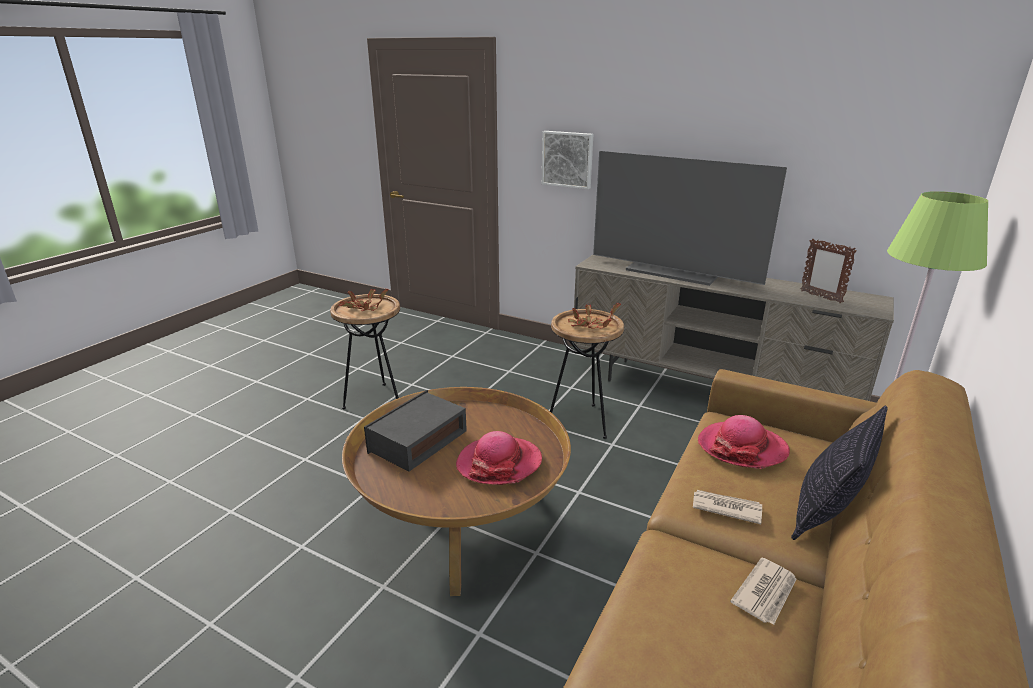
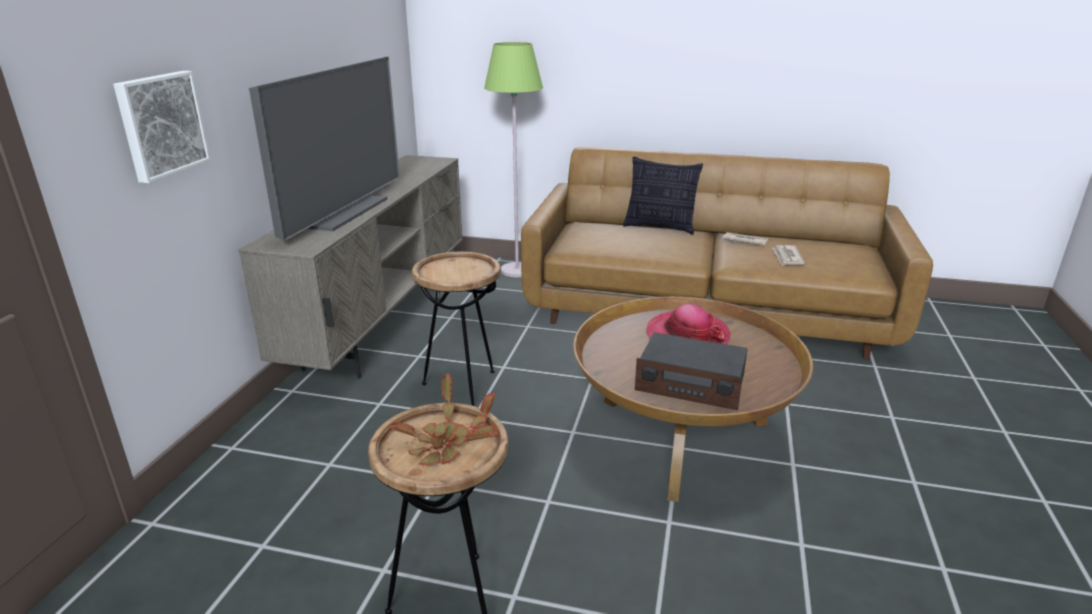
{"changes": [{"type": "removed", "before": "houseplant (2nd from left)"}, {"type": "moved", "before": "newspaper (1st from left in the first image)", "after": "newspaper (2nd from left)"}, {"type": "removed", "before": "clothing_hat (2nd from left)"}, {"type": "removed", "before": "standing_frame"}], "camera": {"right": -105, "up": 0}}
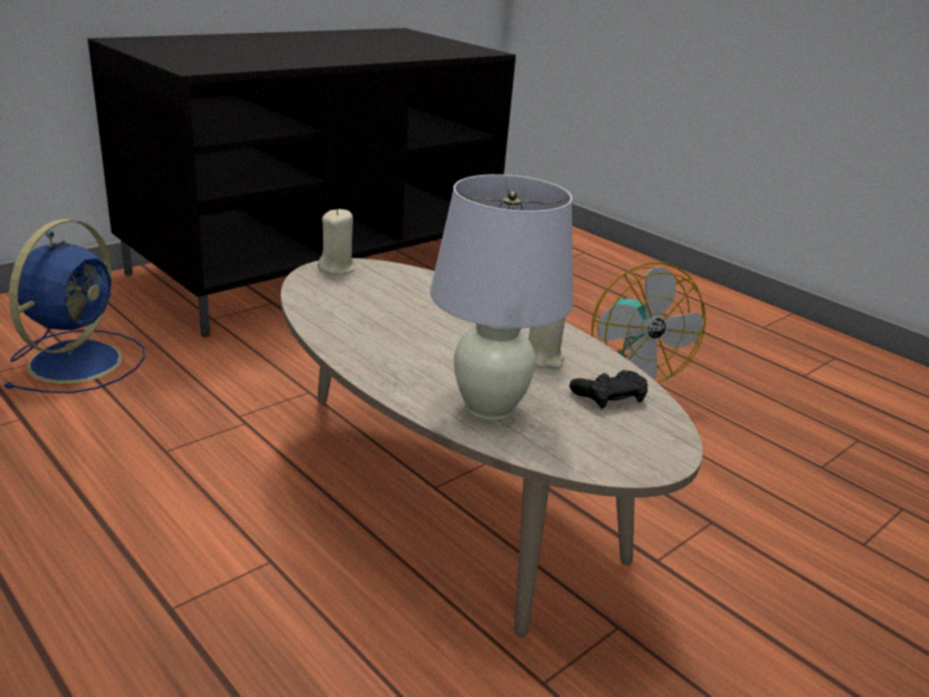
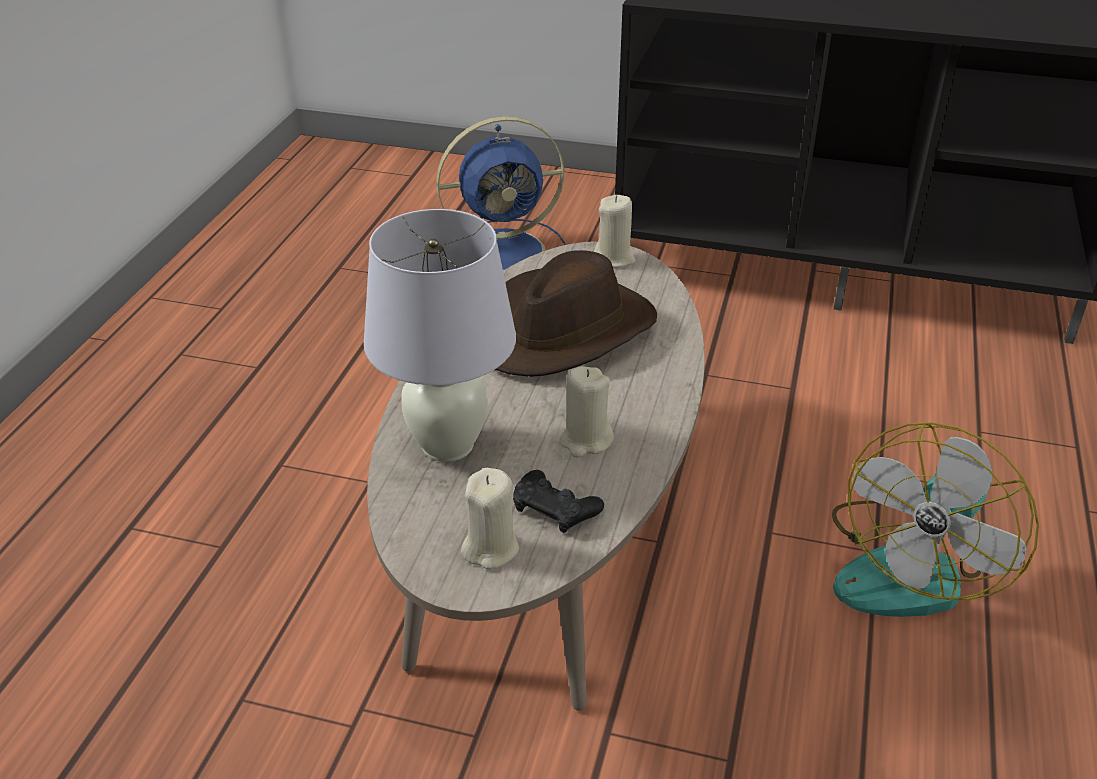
{"changes": [{"type": "added", "after": "sand-coloured_candle (1st from left)"}, {"type": "added", "after": "brown_clothing_hat"}], "camera": {"right": 60, "up": 10}}
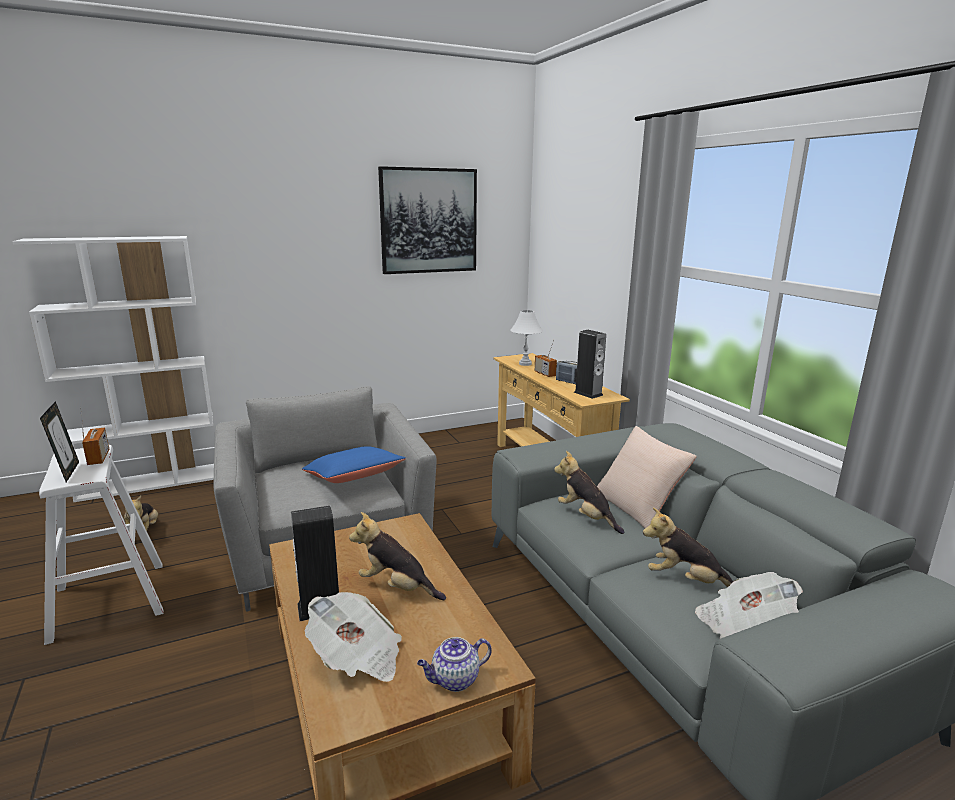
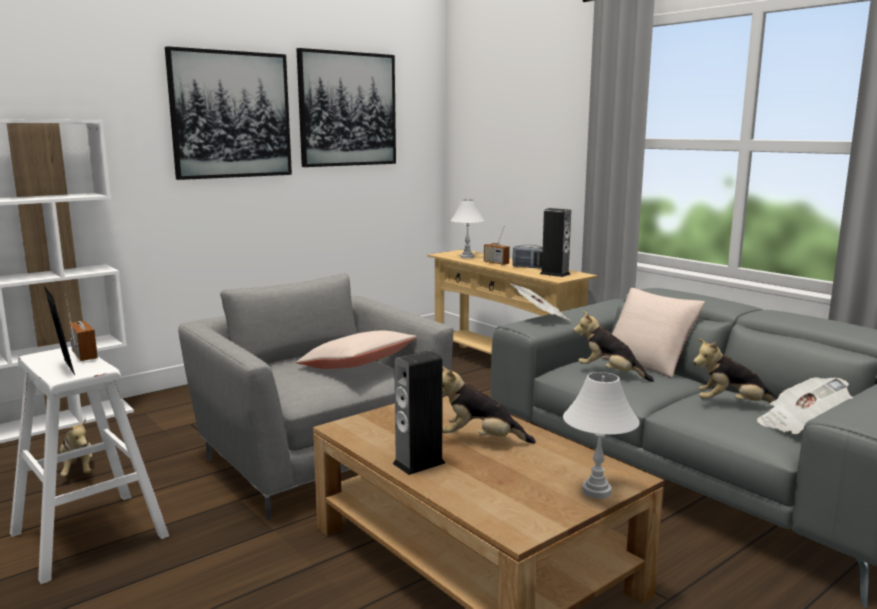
{"changes": [{"type": "recoloured", "before": "blue_pillow", "after": "sand-coloured_pillow (1st from left)"}, {"type": "moved", "before": "newspaper (1st from left)"}, {"type": "replaced", "before": "tea_pot", "after": "white_tabletop_lamp (2nd from left)"}, {"type": "added", "after": "wall_picture (1st from left)"}], "camera": {"right": -15, "up": -5}}
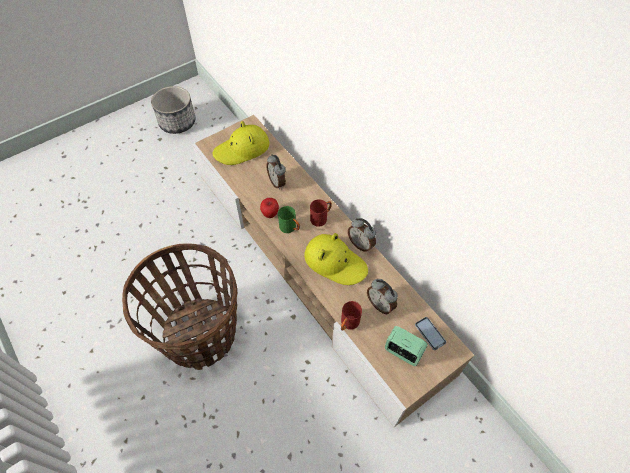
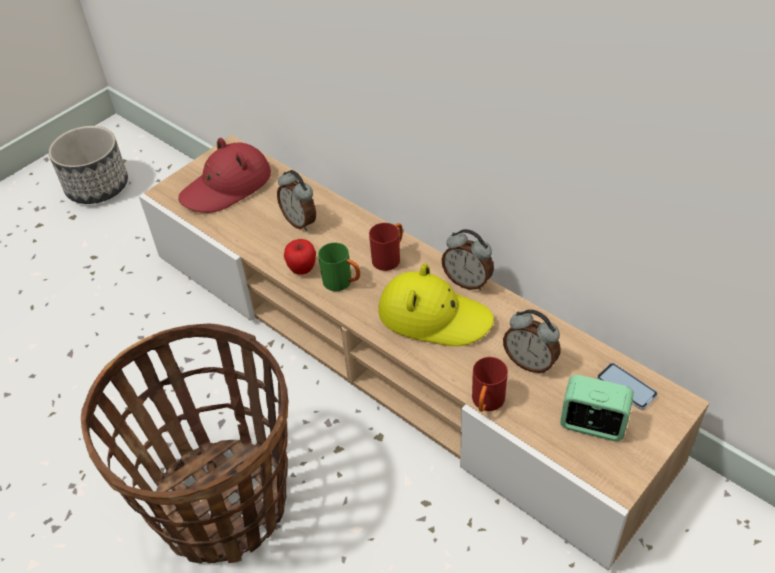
{"changes": [{"type": "recoloured", "before": "yellow_clothing_hat (1st from left)", "after": "red-coloured_clothing_hat"}], "camera": {"right": -10, "up": -10}}
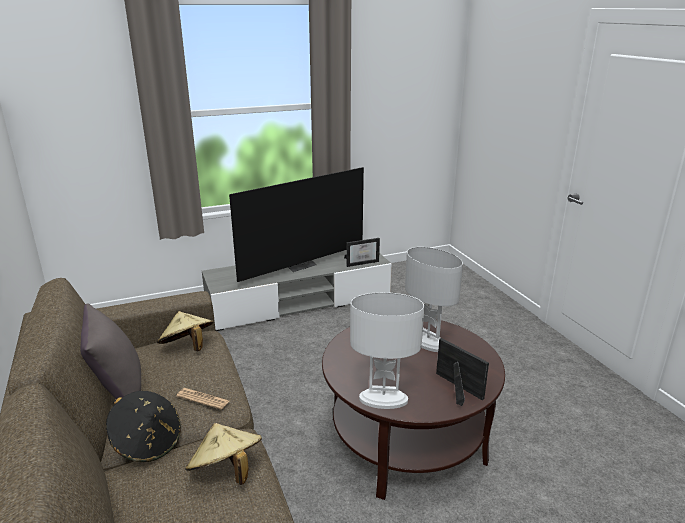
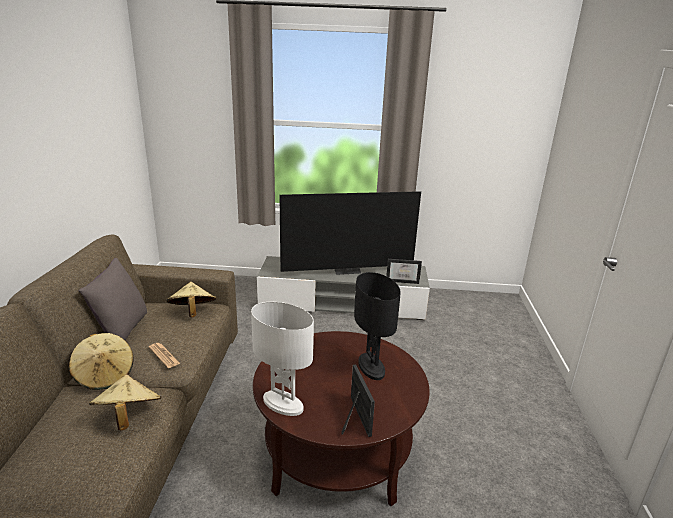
{"changes": [{"type": "recoloured", "before": "blackish_clothing_hat", "after": "sand-coloured_clothing_hat (1st from left)"}, {"type": "recoloured", "before": "white_tabletop_lamp (2nd from left)", "after": "blackish_tabletop_lamp"}], "camera": {"right": 25, "up": 0}}
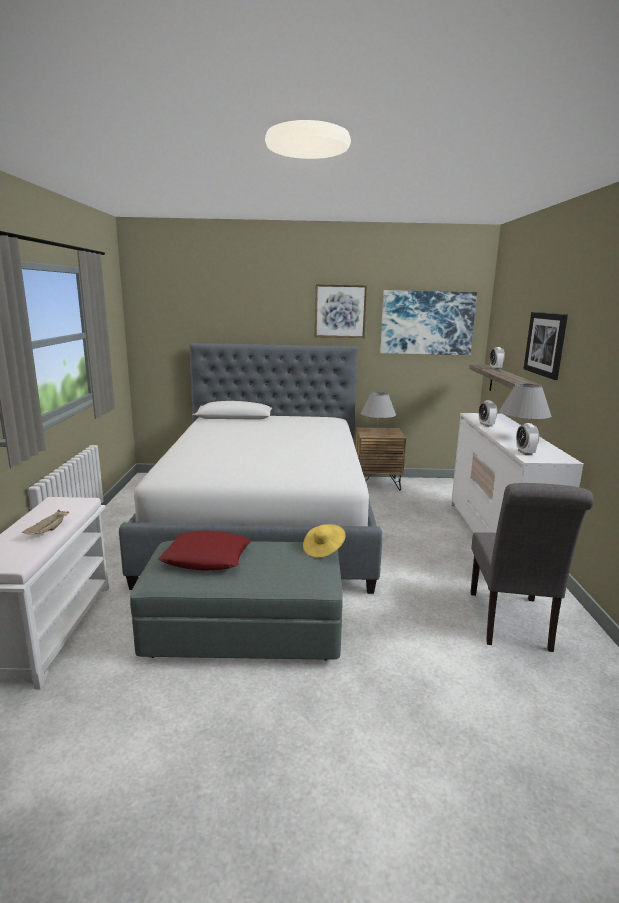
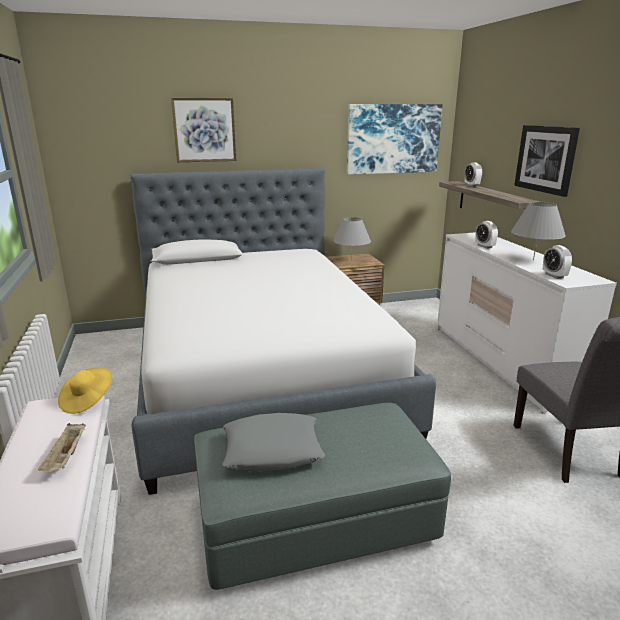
{"changes": [{"type": "recoloured", "before": "red-coloured_pillow", "after": "greyish_pillow"}, {"type": "moved", "before": "yellow_clothing_hat"}, {"type": "moved", "before": "wall_picture (1st from left)"}], "camera": {"right": -15, "up": 5}}
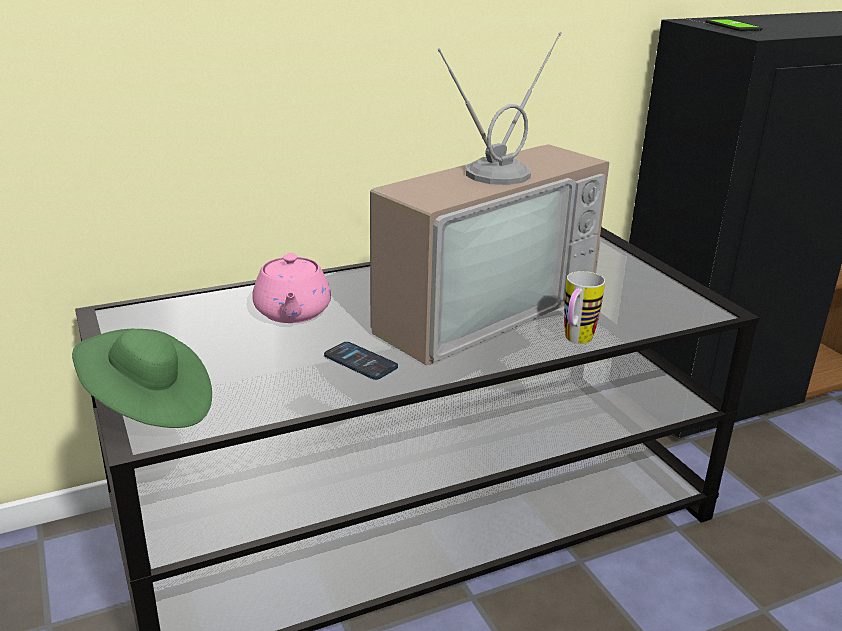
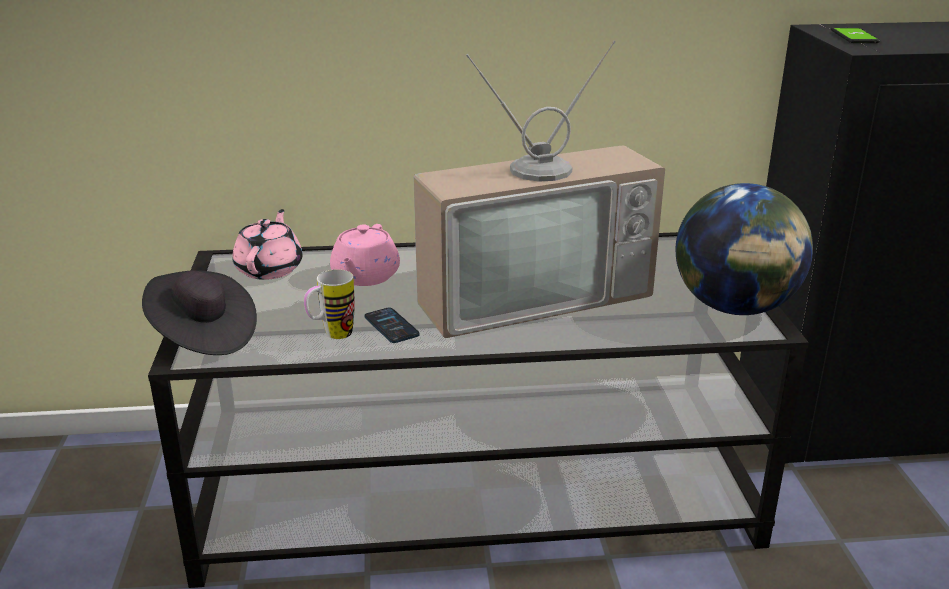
{"changes": [{"type": "recoloured", "before": "green_clothing_hat", "after": "blackish_clothing_hat"}, {"type": "moved", "before": "coffee_mug"}, {"type": "added", "after": "pink_tea_pot (1st from left)"}, {"type": "added", "after": "globe"}], "camera": {"right": 20, "up": 0}}
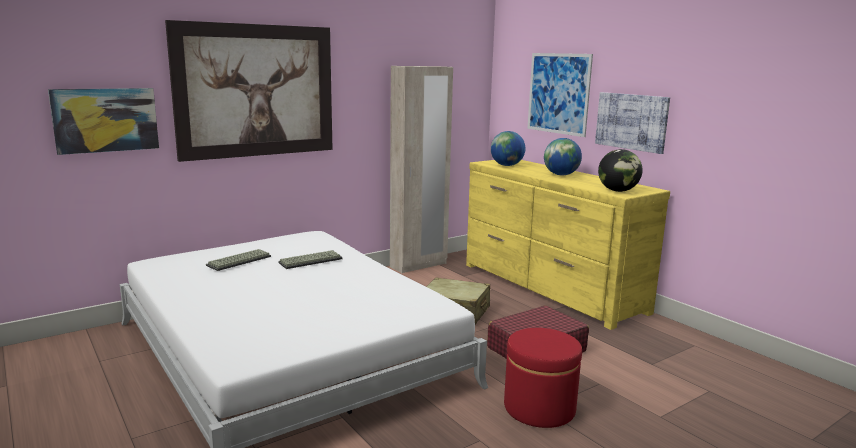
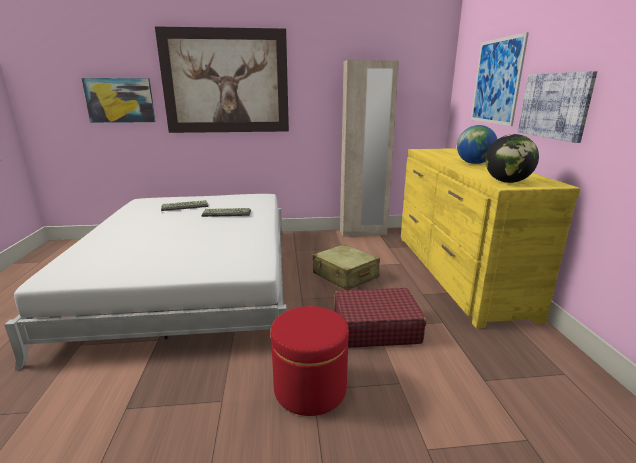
{"changes": [{"type": "removed", "before": "globe (1st from left)"}], "camera": {"right": 30, "up": 5}}
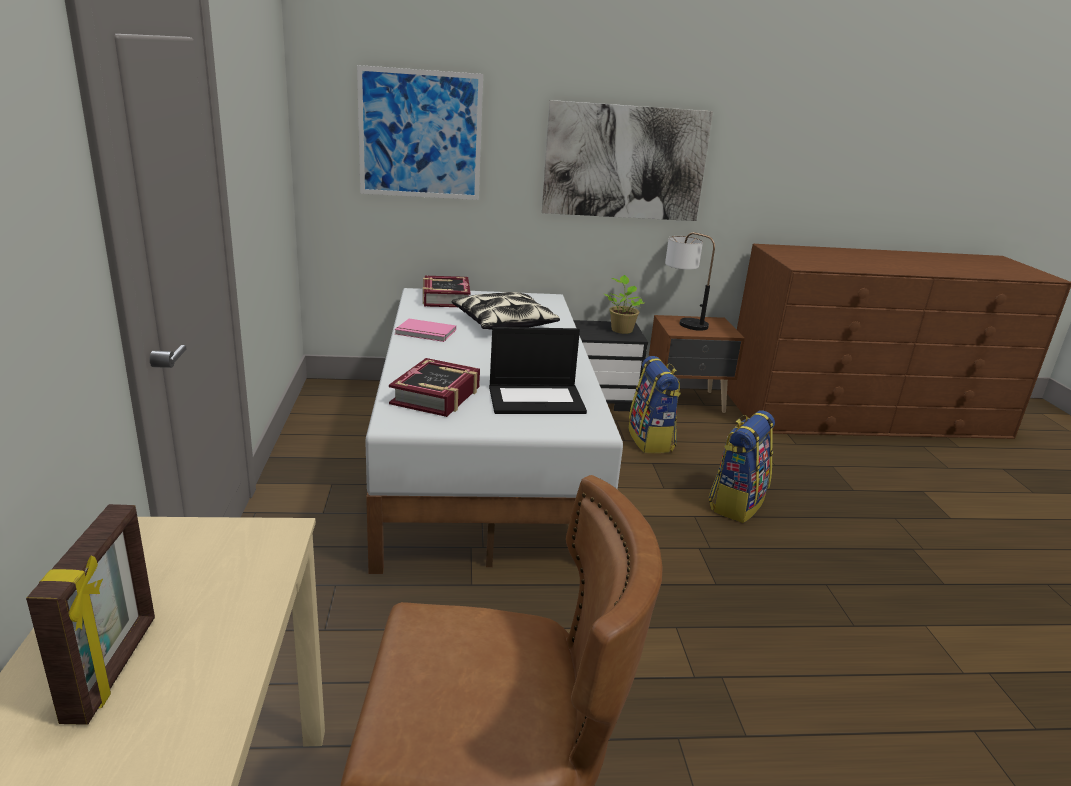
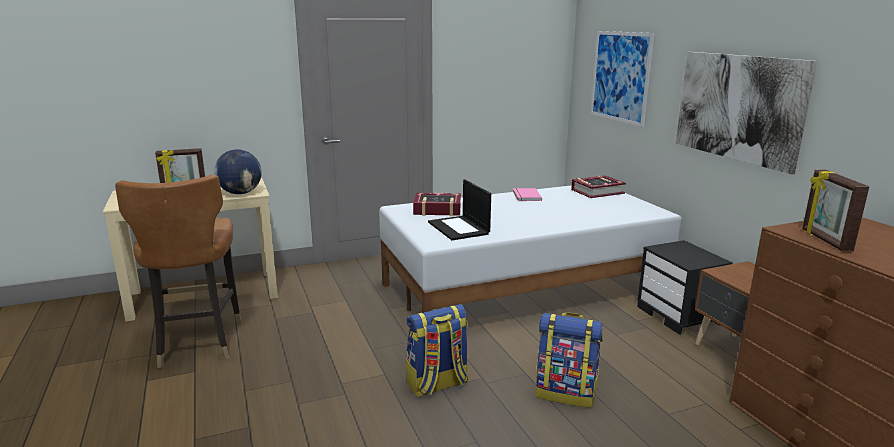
{"changes": [{"type": "removed", "before": "pillow"}, {"type": "removed", "before": "houseplant"}, {"type": "moved", "before": "rucksack (1st from left)"}, {"type": "removed", "before": "tabletop_lamp"}, {"type": "added", "after": "globe"}, {"type": "added", "after": "standing_frame (2nd from left)"}], "camera": {"right": 75, "up": -5}}
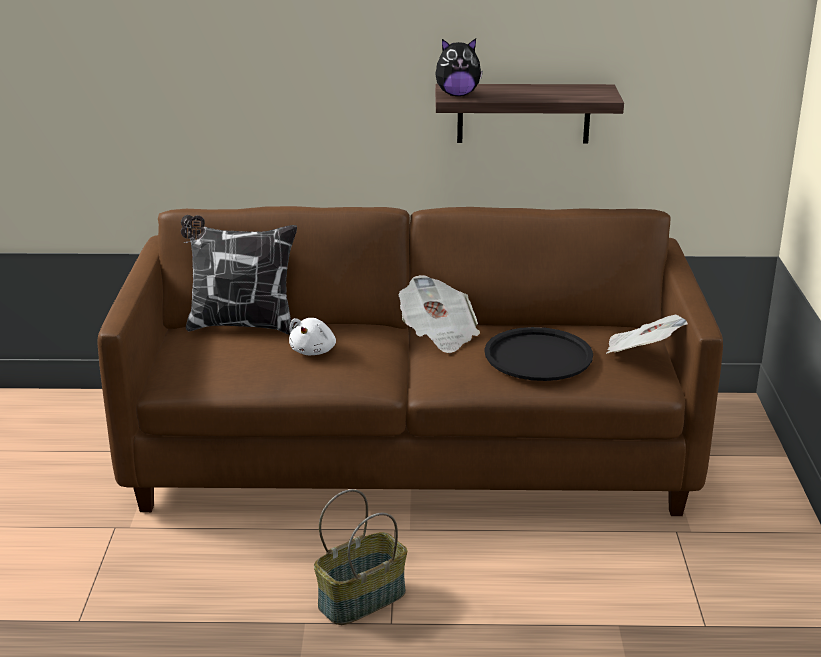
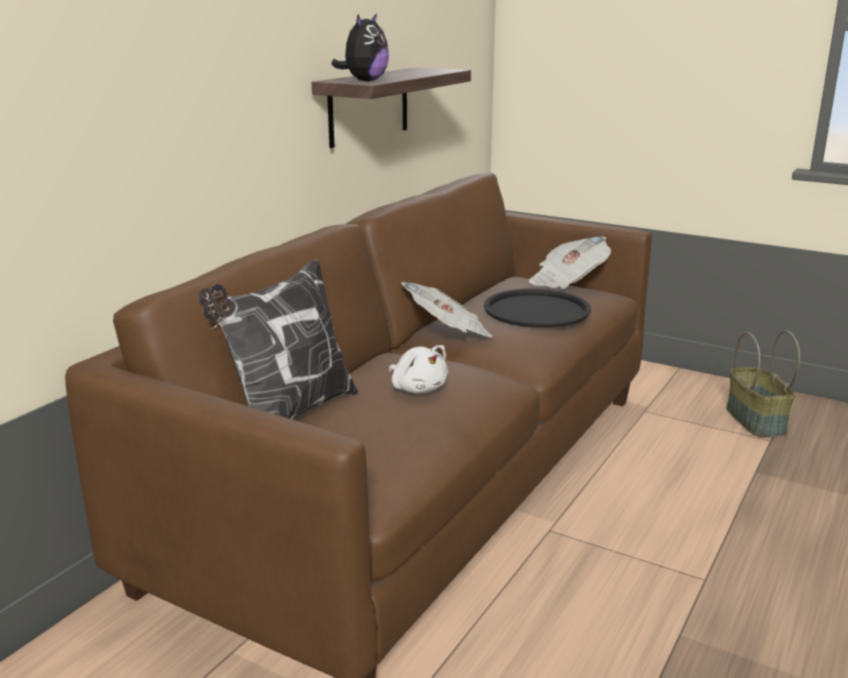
{"changes": [{"type": "moved", "before": "basket"}], "camera": {"right": -60, "up": -5}}
